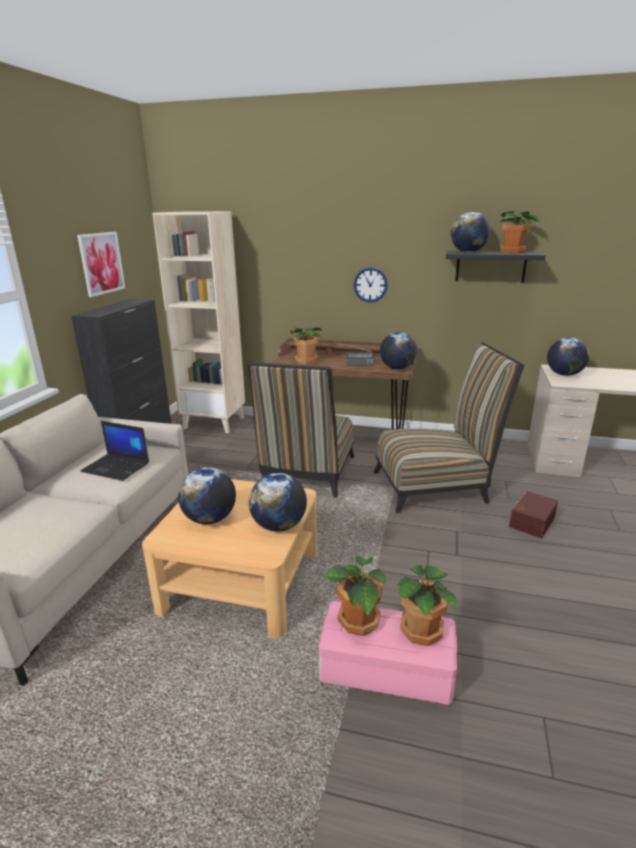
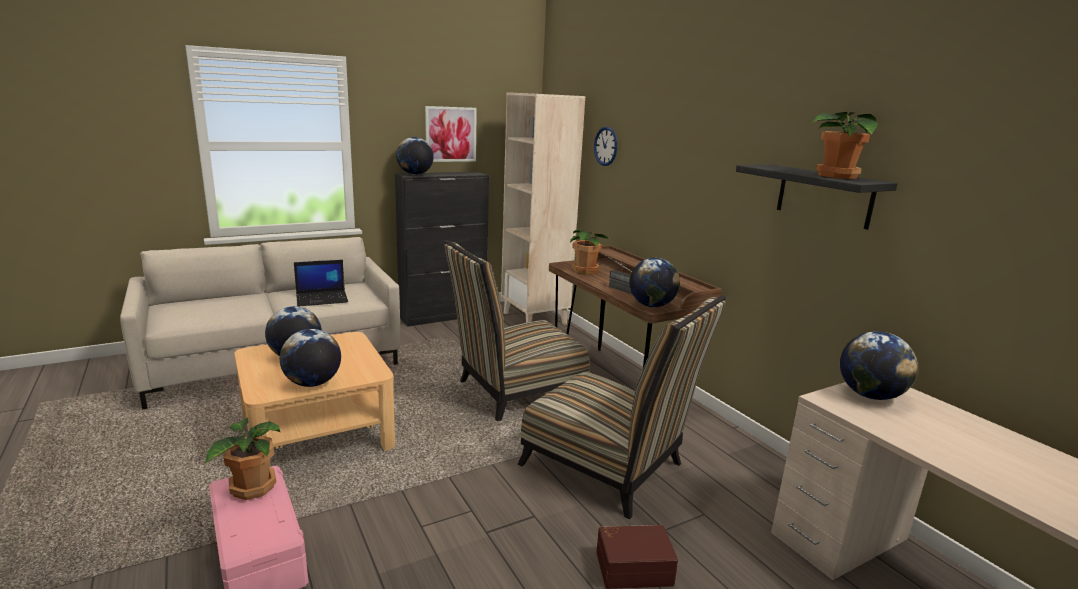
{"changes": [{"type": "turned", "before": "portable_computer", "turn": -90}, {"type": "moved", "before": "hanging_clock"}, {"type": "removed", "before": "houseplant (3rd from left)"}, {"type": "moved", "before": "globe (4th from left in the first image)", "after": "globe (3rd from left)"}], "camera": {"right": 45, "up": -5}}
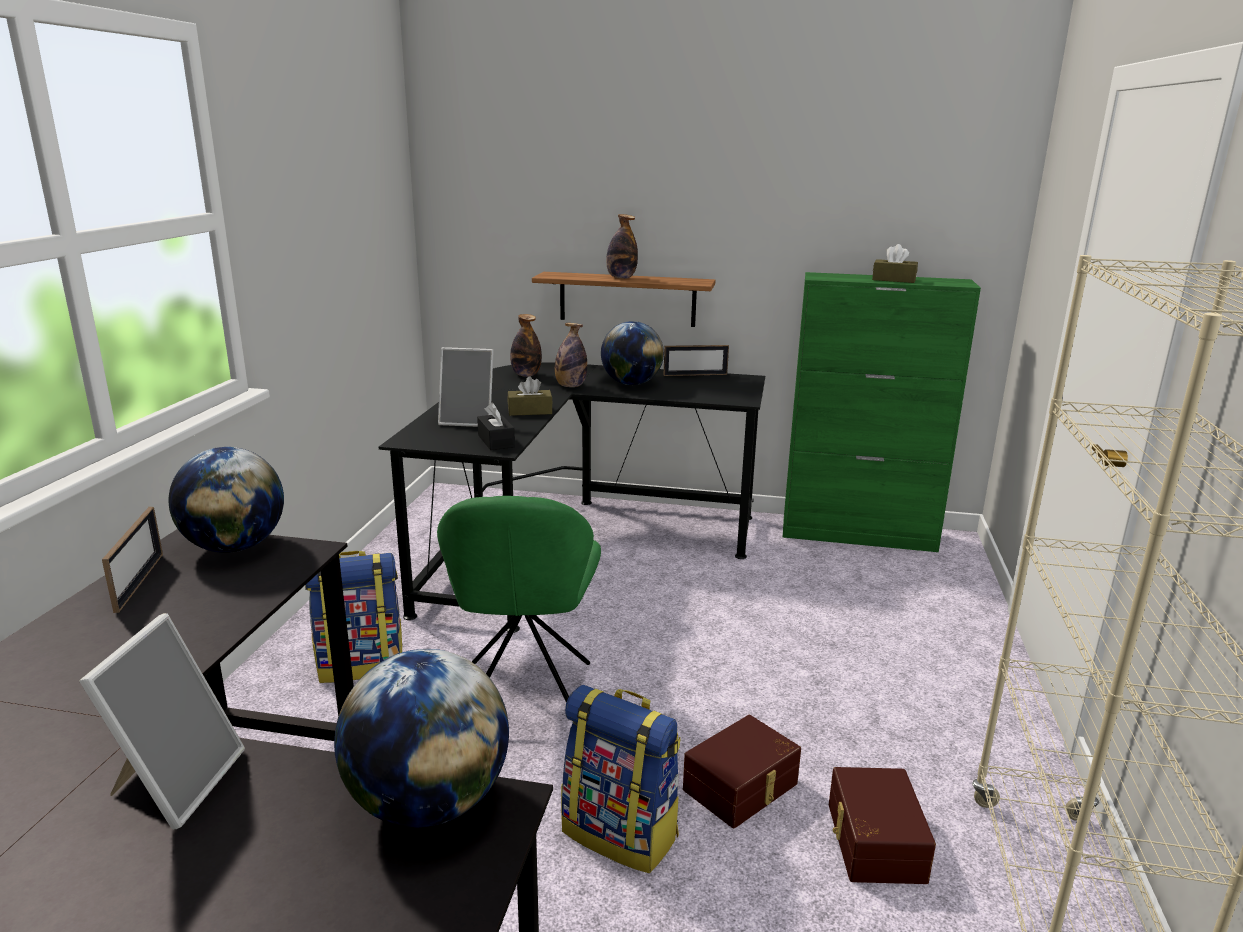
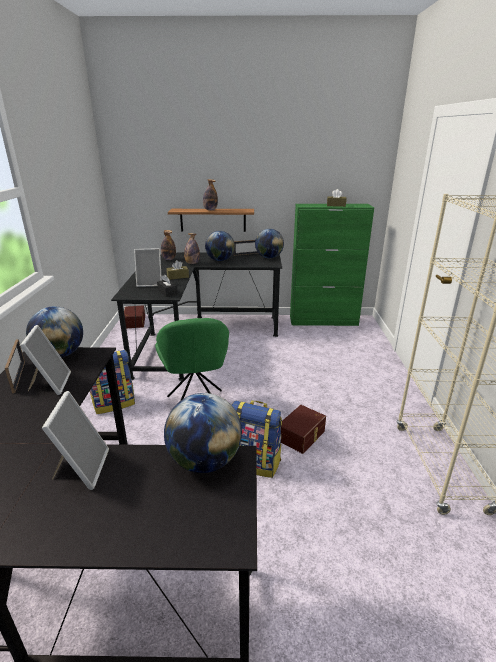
{"changes": [{"type": "moved", "before": "brown_storage_container (2nd from left in the first image)", "after": "brown_storage_container (1st from left)"}, {"type": "added", "after": "standing_frame (2nd from left)"}, {"type": "added", "after": "globe (4th from left)"}], "camera": {"right": -10, "up": 5}}
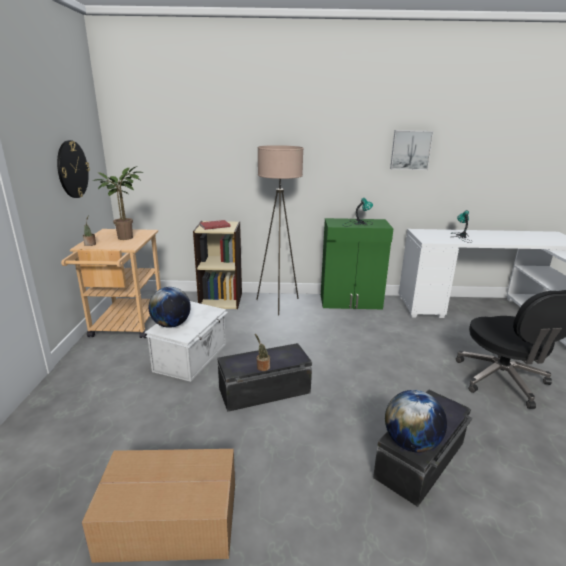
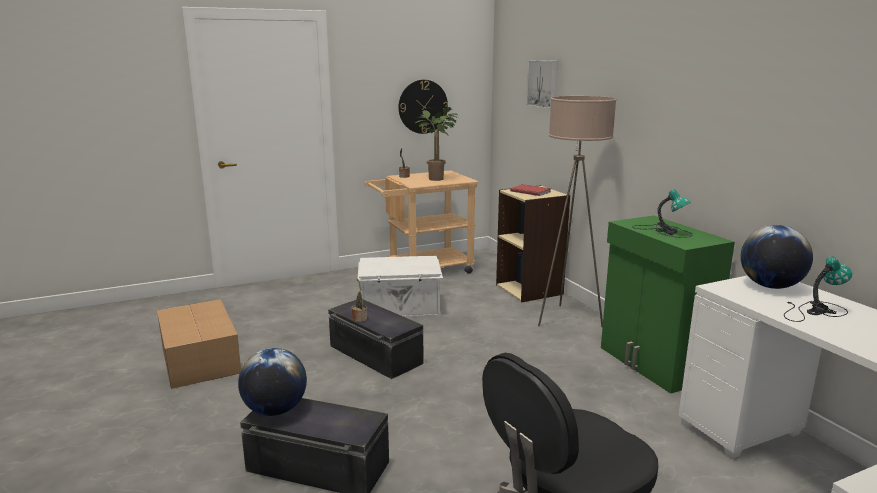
{"changes": [{"type": "moved", "before": "globe (1st from left in the first image)", "after": "globe (2nd from left)"}, {"type": "moved", "before": "wall_picture"}], "camera": {"right": 65, "up": -5}}
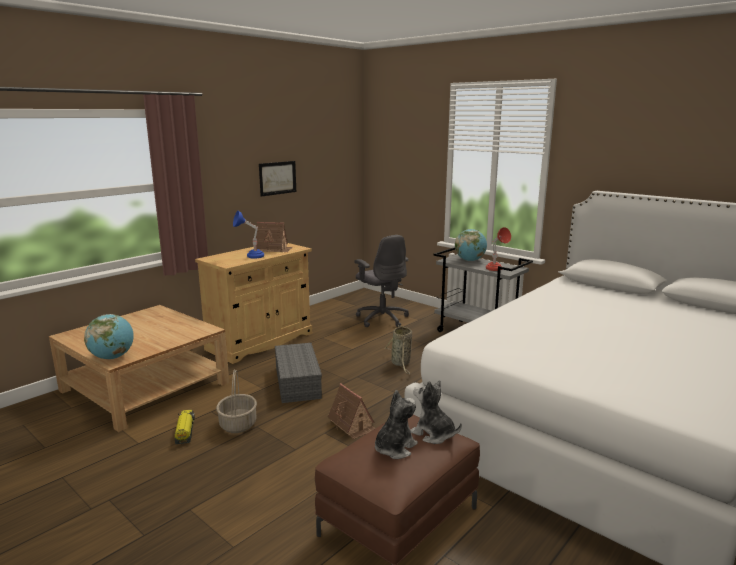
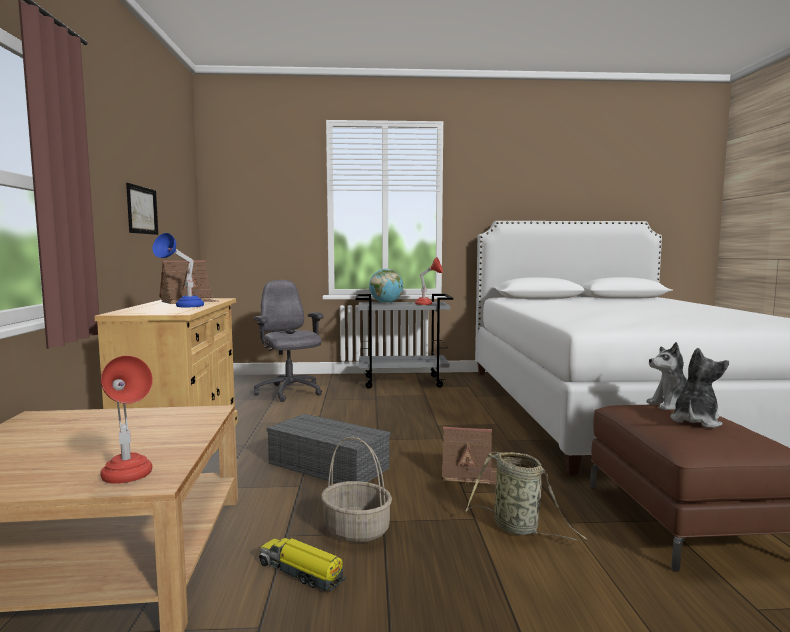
{"changes": [{"type": "replaced", "before": "globe (1st from left)", "after": "red-coloured_tabletop_lamp (1st from left)"}, {"type": "turned", "before": "greyish_office_chair", "turn": -135}, {"type": "turned", "before": "cuddly_toy (1st from left in the first image)", "turn": 45}, {"type": "moved", "before": "basket (2nd from left)"}], "camera": {"right": -45, "up": -10}}
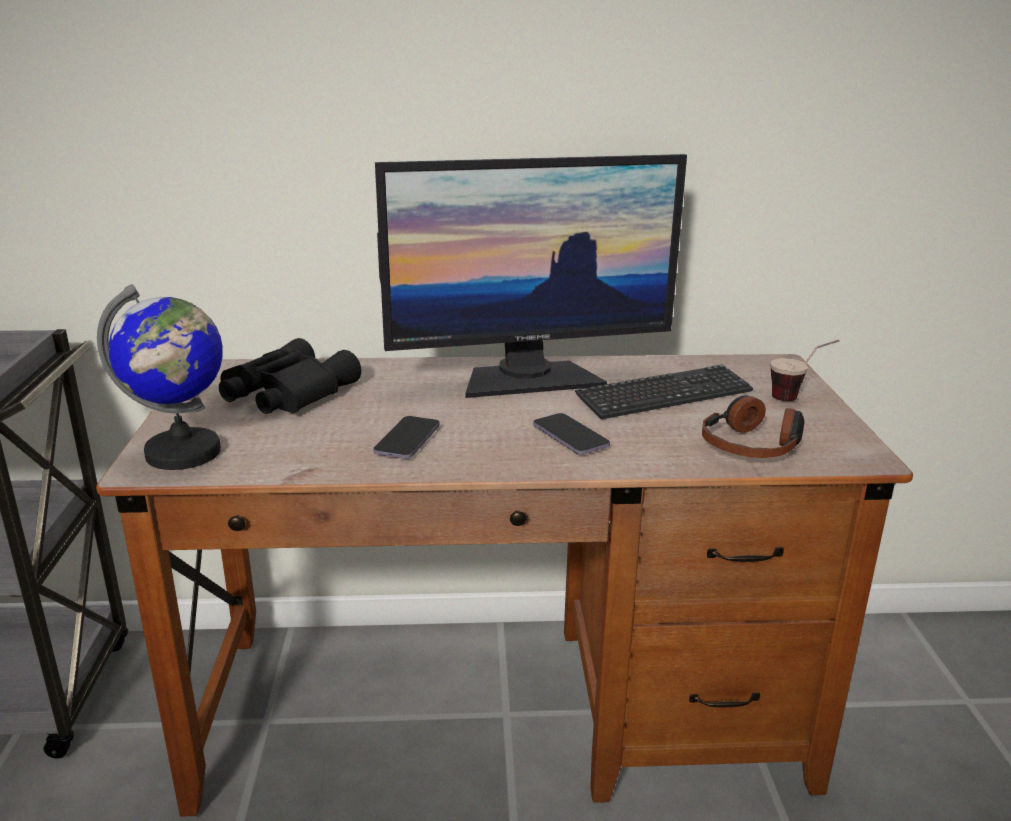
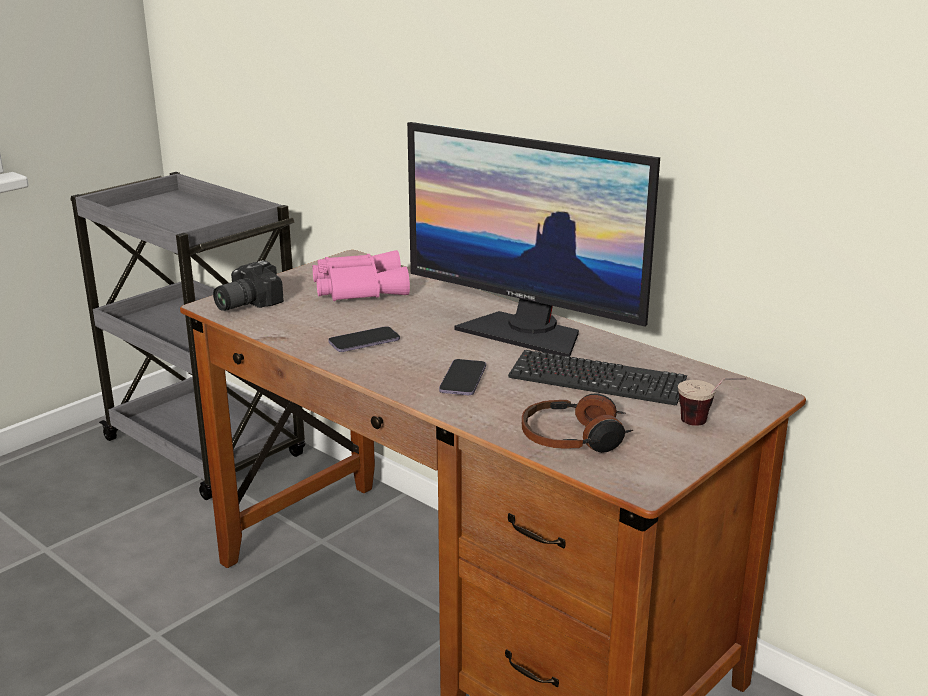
{"changes": [{"type": "replaced", "before": "globe", "after": "still_camera"}, {"type": "recoloured", "before": "blackish_field_glasses", "after": "pink_field_glasses"}], "camera": {"right": 45, "up": 0}}
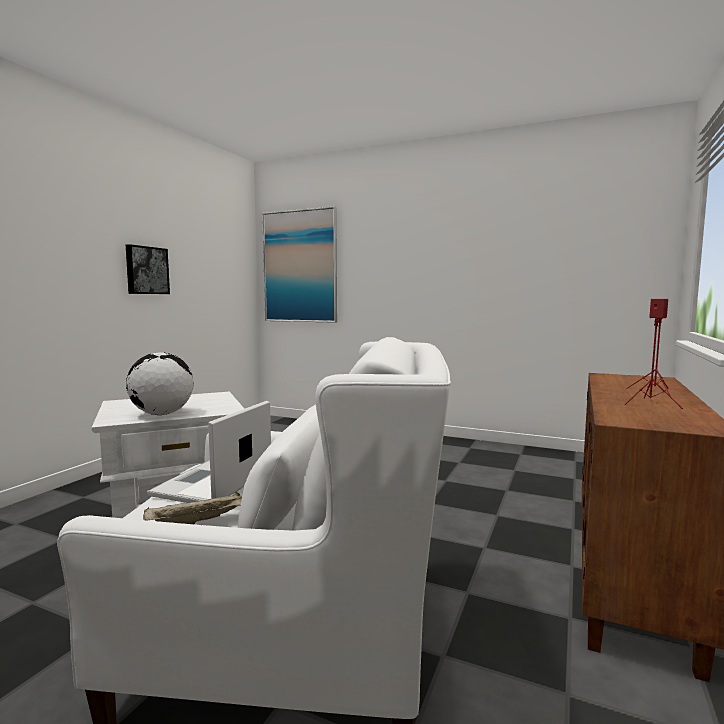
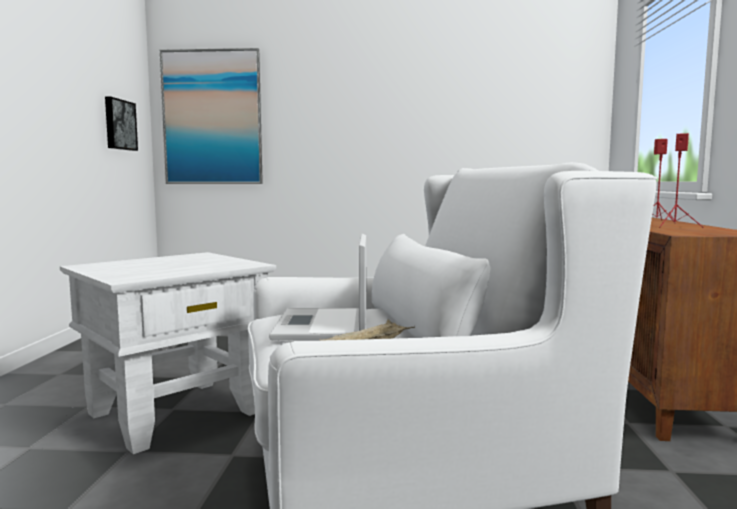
{"changes": [{"type": "moved", "before": "wall_picture (1st from left)"}, {"type": "removed", "before": "globe"}], "camera": {"right": -20, "up": 0}}
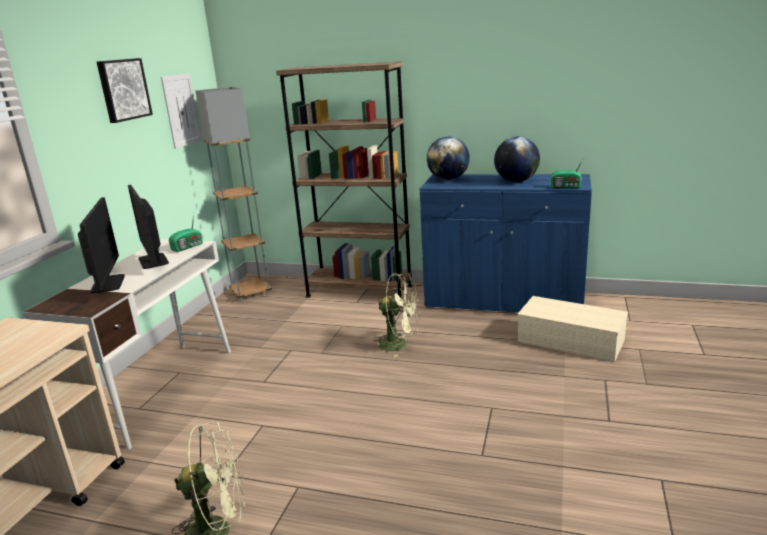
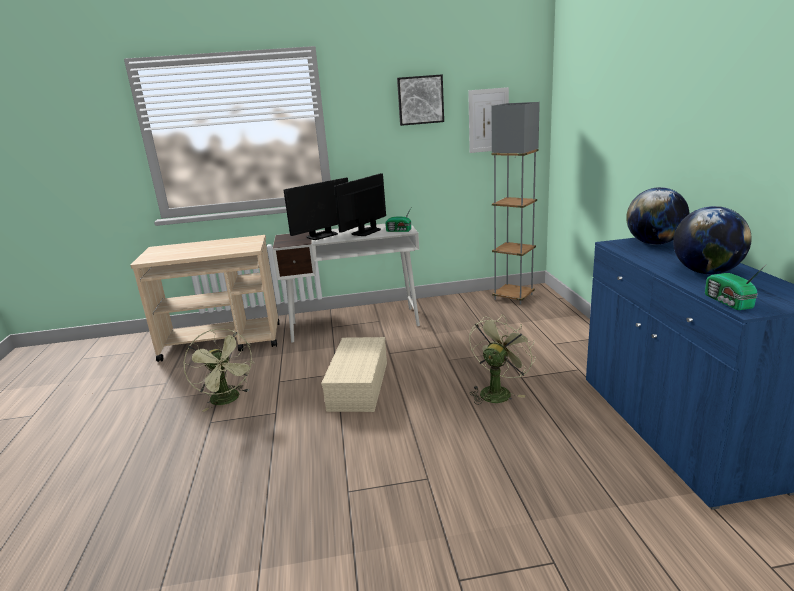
{"changes": [{"type": "removed", "before": "brown_bookshelf"}, {"type": "turned", "before": "green_cooling_fan (2nd from left)", "turn": -135}, {"type": "moved", "before": "sand-coloured_storage_container"}], "camera": {"right": 65, "up": 0}}
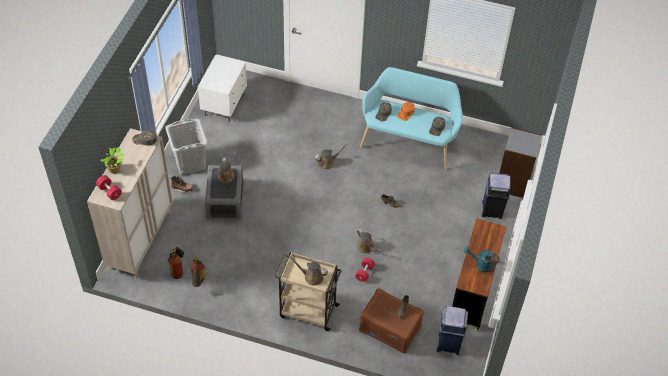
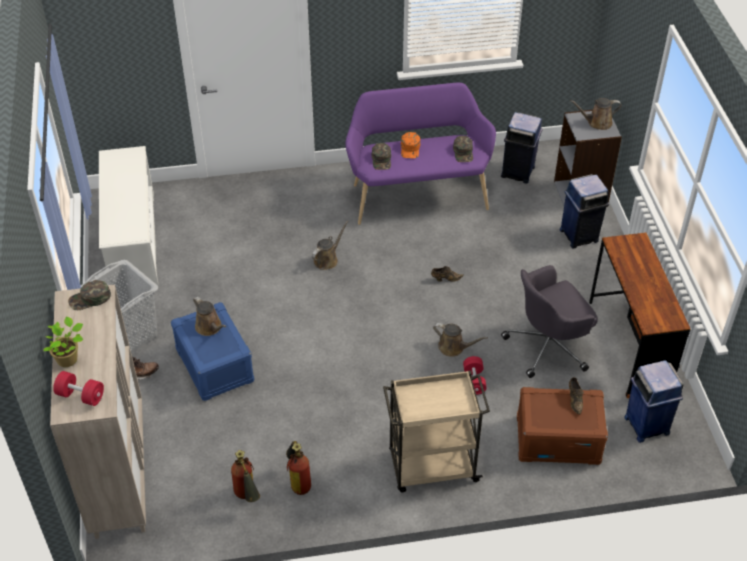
{"changes": [{"type": "moved", "before": "fire-fighting_cylinder (1st from left in the first image)", "after": "fire-fighting_cylinder (2nd from left)"}, {"type": "replaced", "before": "white_nightstand", "after": "white_shoe_rack"}, {"type": "recoloured", "before": "greyish_storage_container", "after": "blue_storage_container"}, {"type": "moved", "before": "brown_watering_pot (2nd from left in the first image)", "after": "brown_watering_pot (4th from left)"}, {"type": "recoloured", "before": "turquoise_indoor_bench", "after": "purple_indoor_bench"}, {"type": "removed", "before": "turquoise_watering_pot"}, {"type": "added", "after": "blue_trash_can (1st from left)"}, {"type": "added", "after": "greyish_office_chair"}], "camera": {"right": -25, "up": -5}}
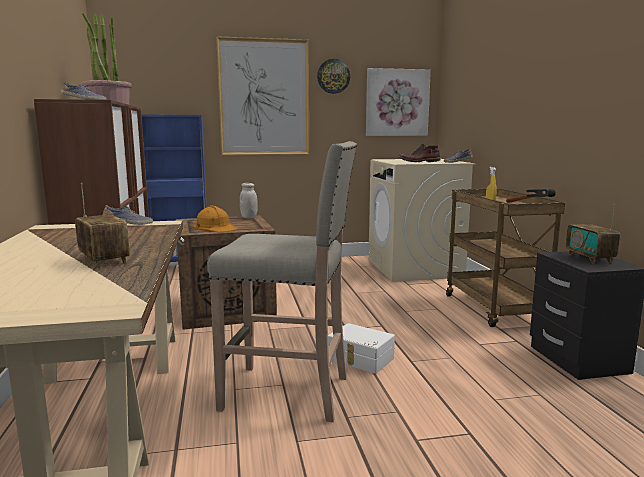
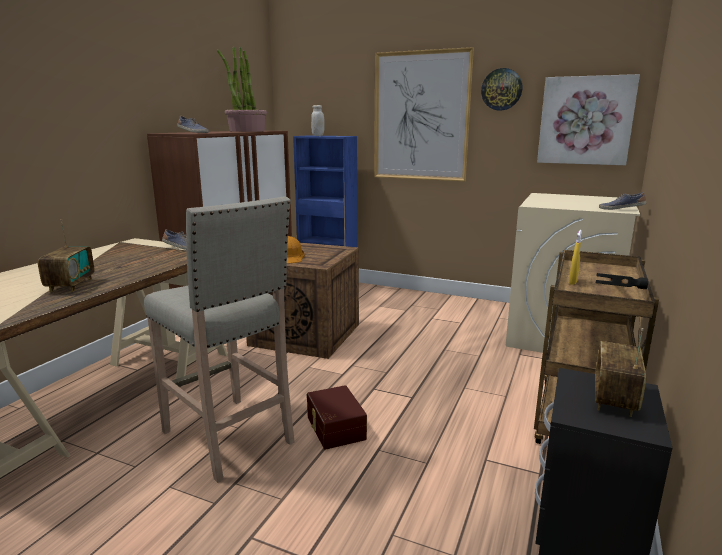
{"changes": [{"type": "moved", "before": "white_storage_jar"}, {"type": "recoloured", "before": "white_storage_container", "after": "brown_storage_container"}, {"type": "removed", "before": "brown_boot"}], "camera": {"right": 35, "up": 5}}
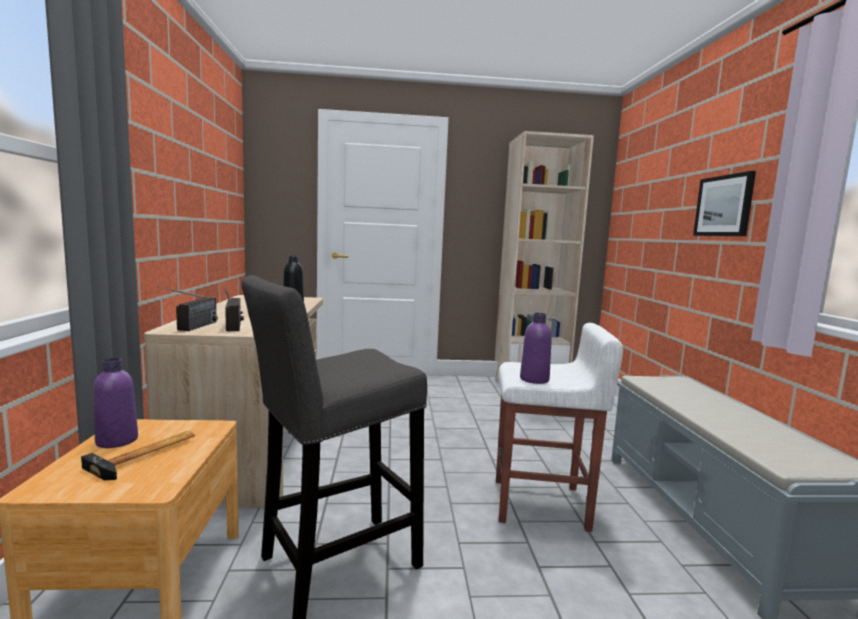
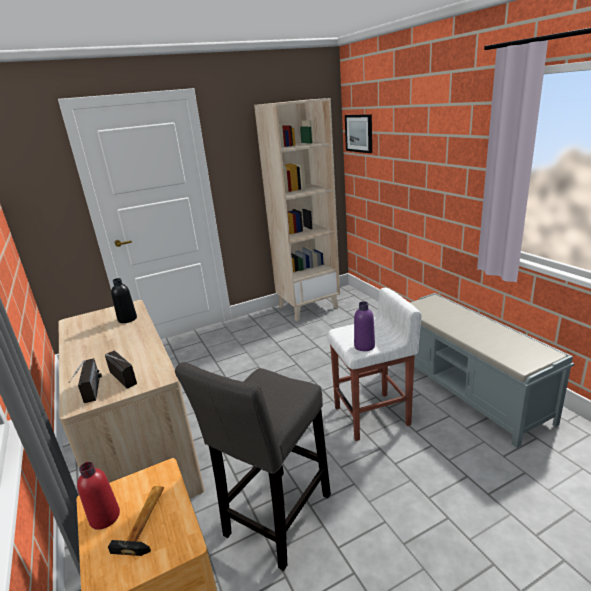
{"changes": [{"type": "recoloured", "before": "purple_drink_bottle (1st from left)", "after": "red-coloured_drink_bottle"}, {"type": "moved", "before": "wall_picture"}], "camera": {"right": -20, "up": 15}}
